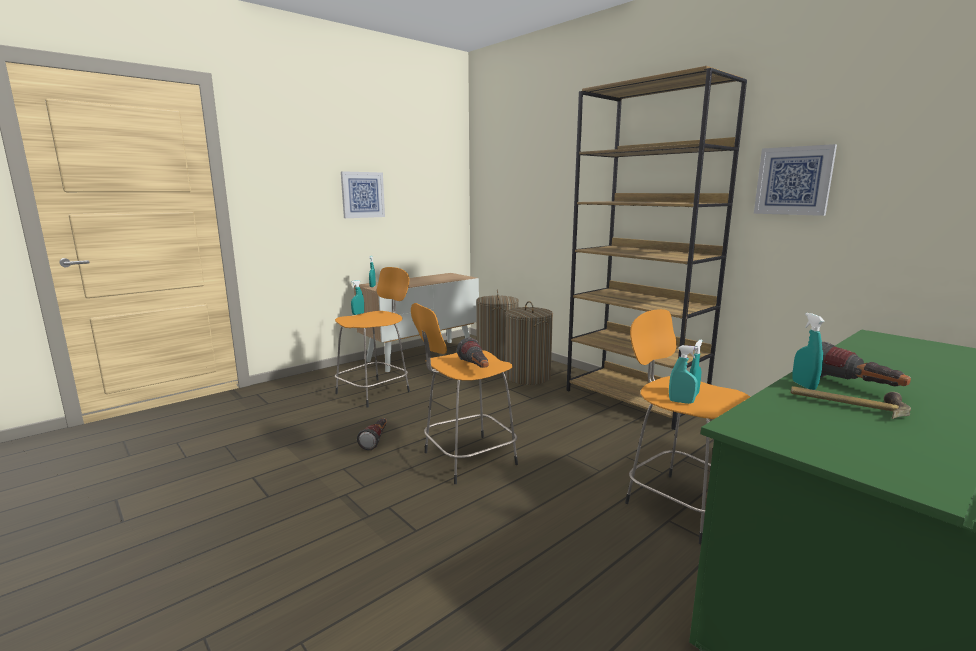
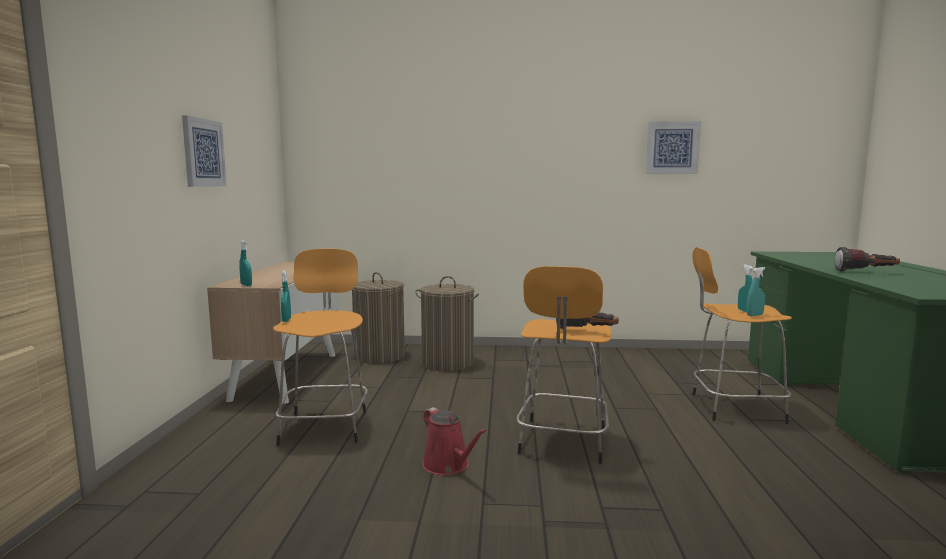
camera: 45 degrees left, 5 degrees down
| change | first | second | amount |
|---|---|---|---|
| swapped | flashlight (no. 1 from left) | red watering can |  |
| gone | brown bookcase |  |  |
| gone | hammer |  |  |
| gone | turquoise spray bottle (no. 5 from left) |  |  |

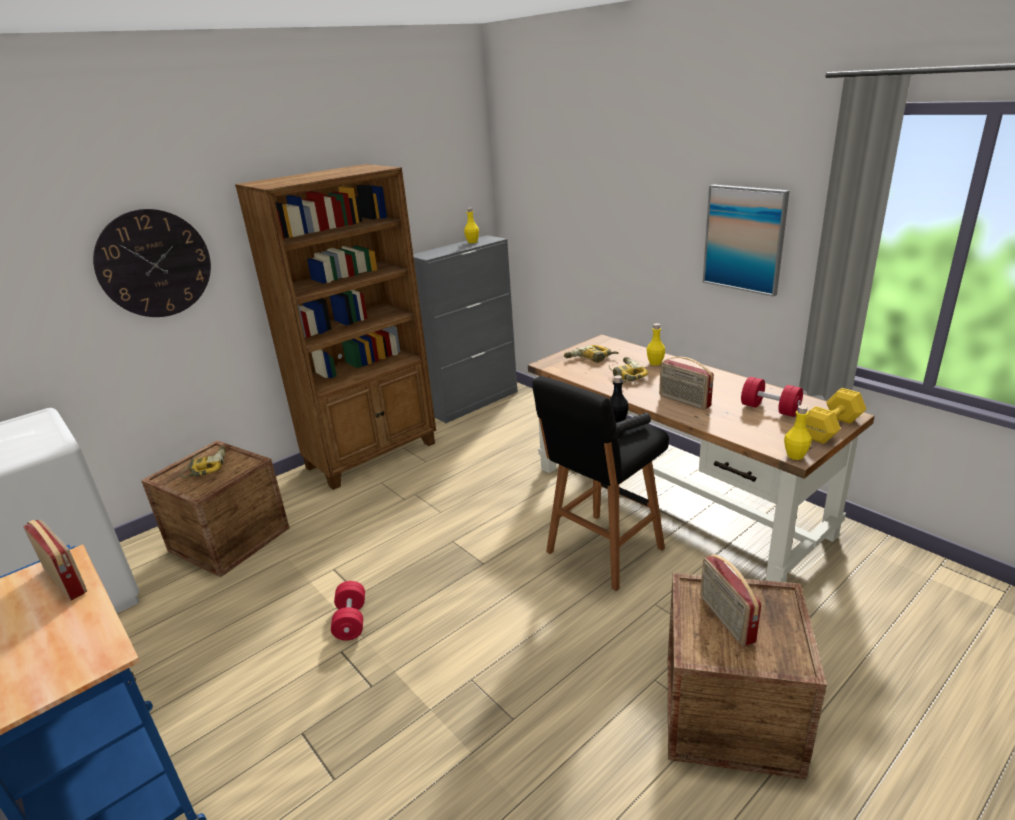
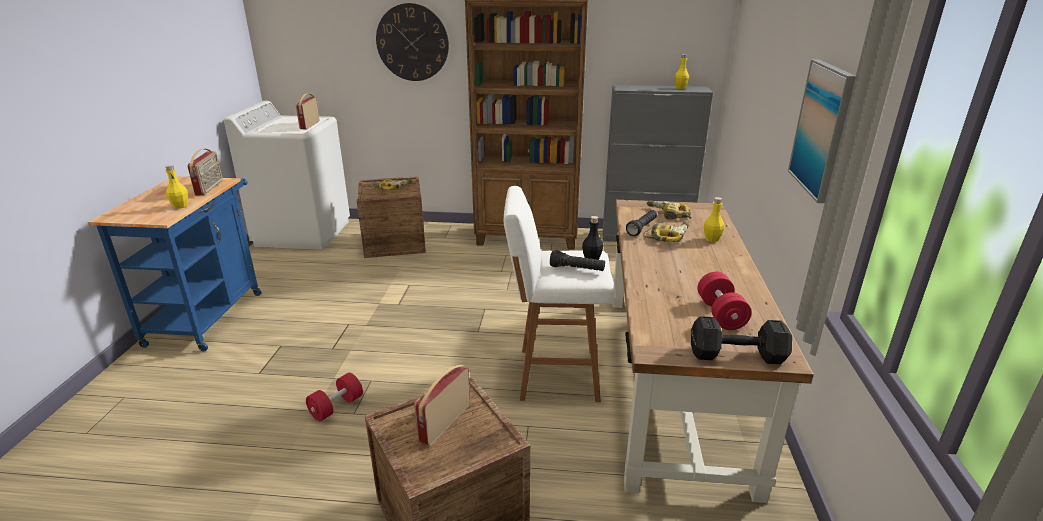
camera: 45 degrees right, 0 degrees up
| change | first | second | amount |
|---|---|---|---|
| shifted | red dumbbell (no. 1 from left) |  |  |
| repainted | black stool | white stool |  |
| shifted | radio (no. 2 from left) |  |  |
| shifted | yellow bottle (no. 3 from left in the first image) | yellow bottle (no. 1 from left) |  |
| repainted | yellow dumbbell | black dumbbell |  |
| new |  | black flashlight (no. 2 from left) |  |

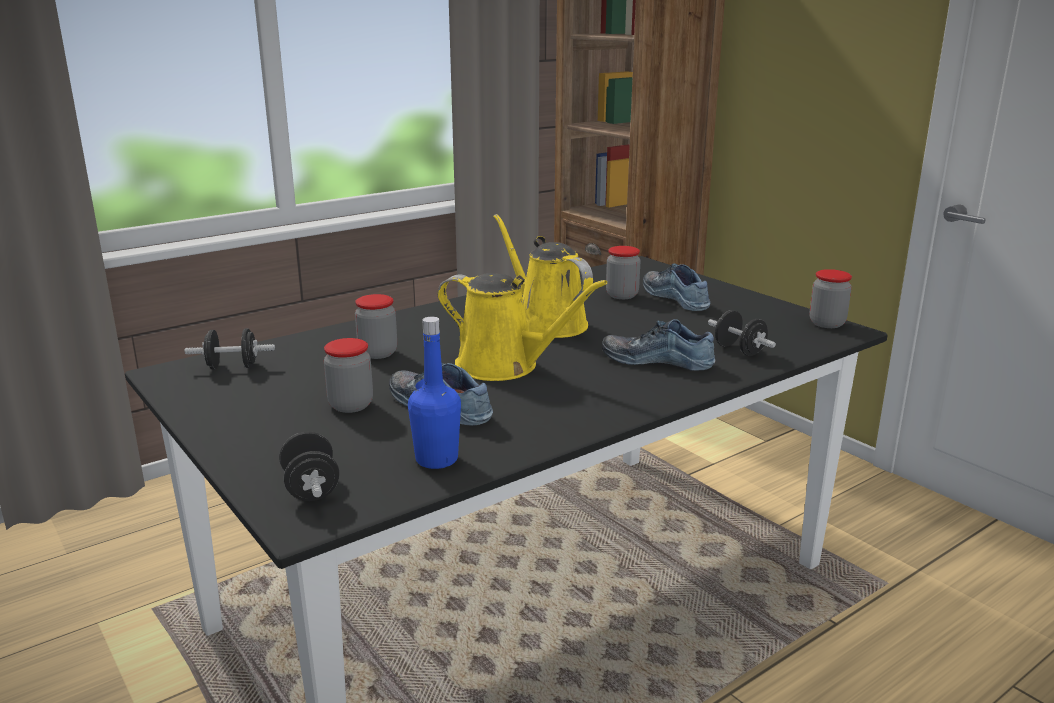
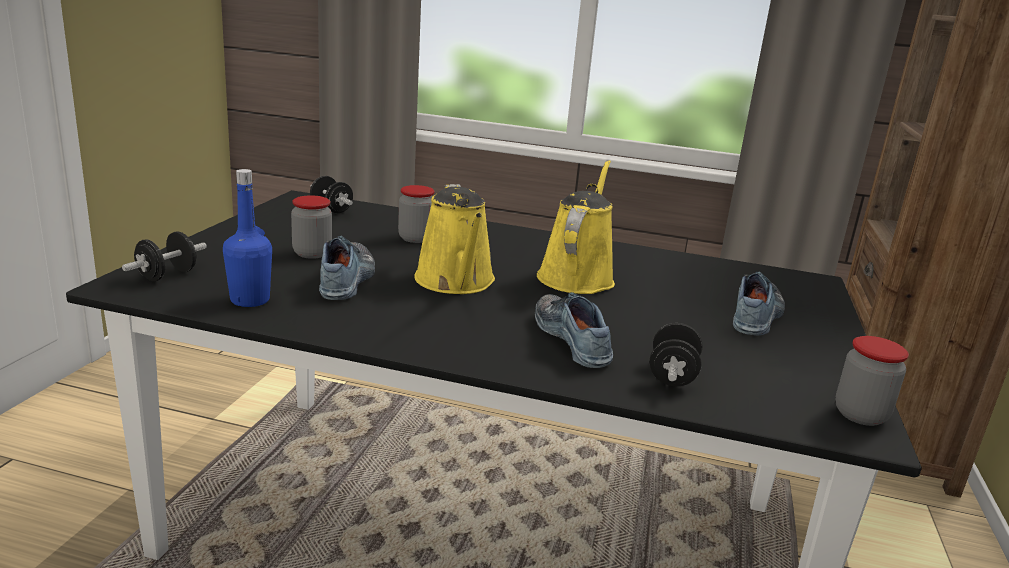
camera: 50 degrees right, 0 degrees up
| change | first | second | amount |
|---|---|---|---|
| gone | jar (no. 3 from left) |  |  |

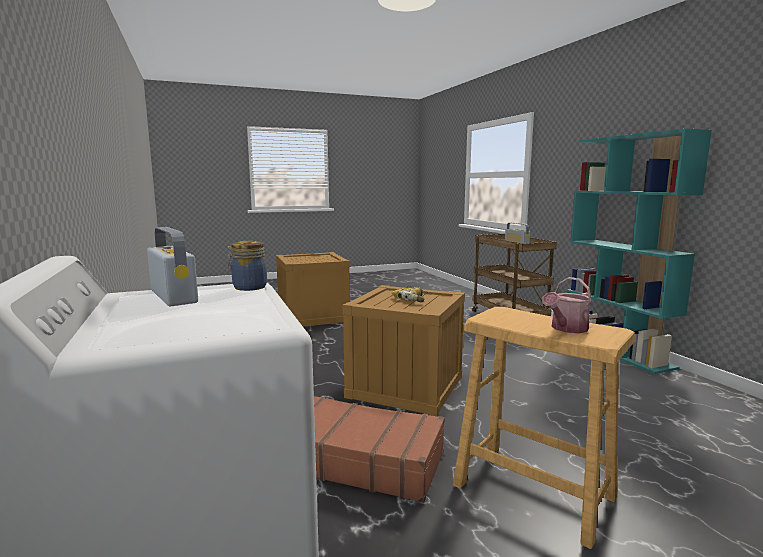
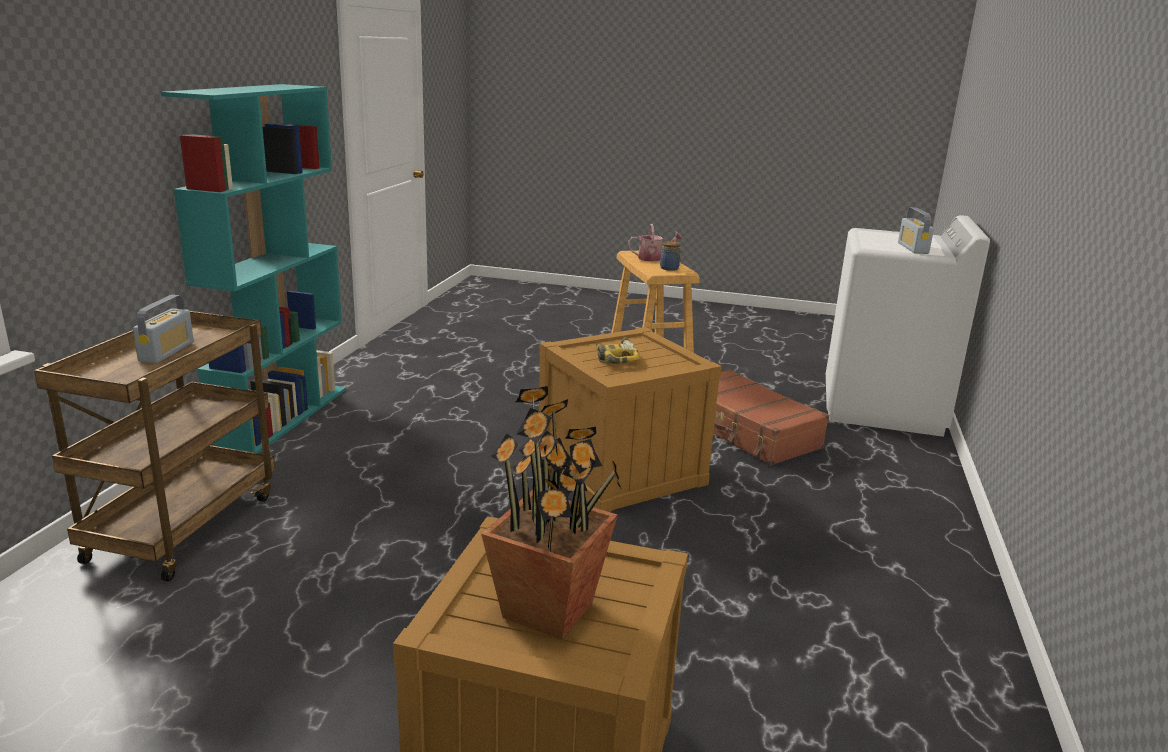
camera: 145 degrees left, 10 degrees up
| change | first | second | amount |
|---|---|---|---|
| shifted | jar |  |  |
| new |  | potted plant |  |

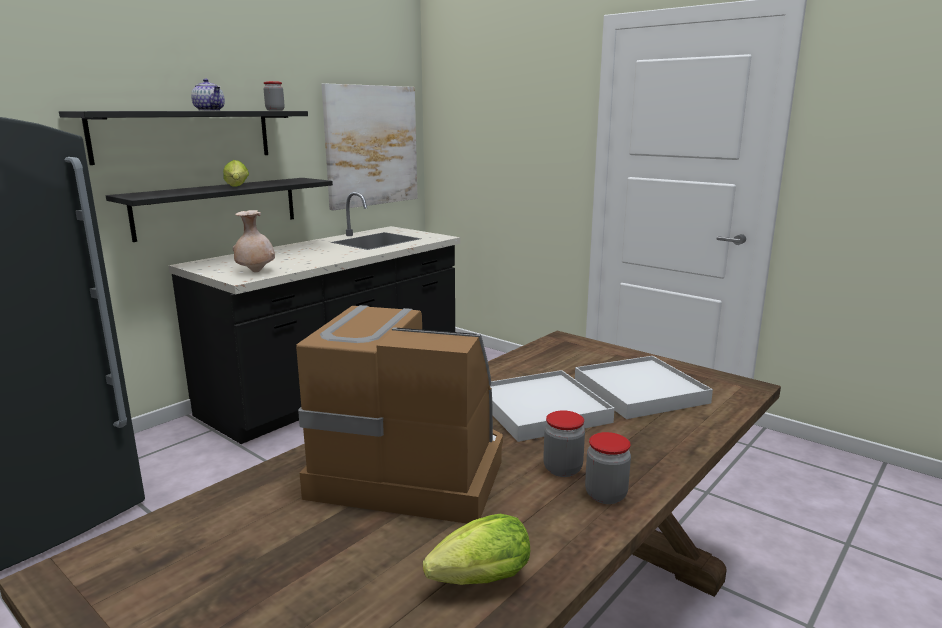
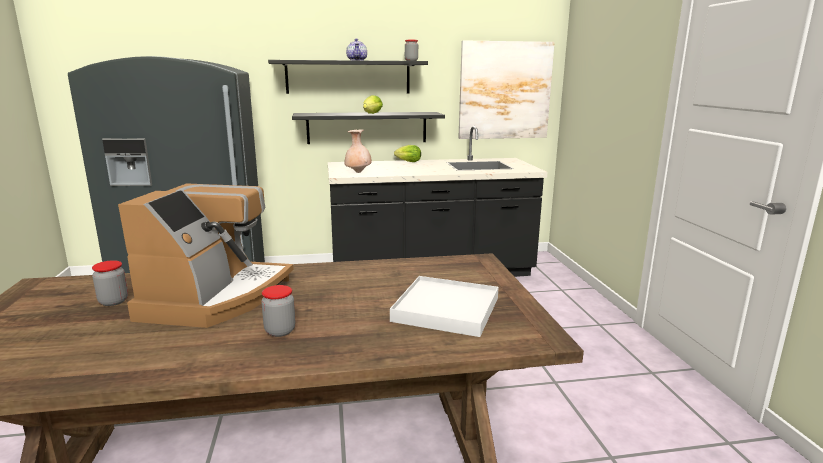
camera: 40 degrees right, 0 degrees up
| change | first | second | amount |
|---|---|---|---|
| rotated | coffee machine |  | 45 degrees clockwise |
| shifted | lettuce (no. 2 from left) |  |  |
| gone | white tray (no. 1 from left) |  |  |
| shifted | jar (no. 3 from left in the first image) | jar (no. 1 from left) |  |

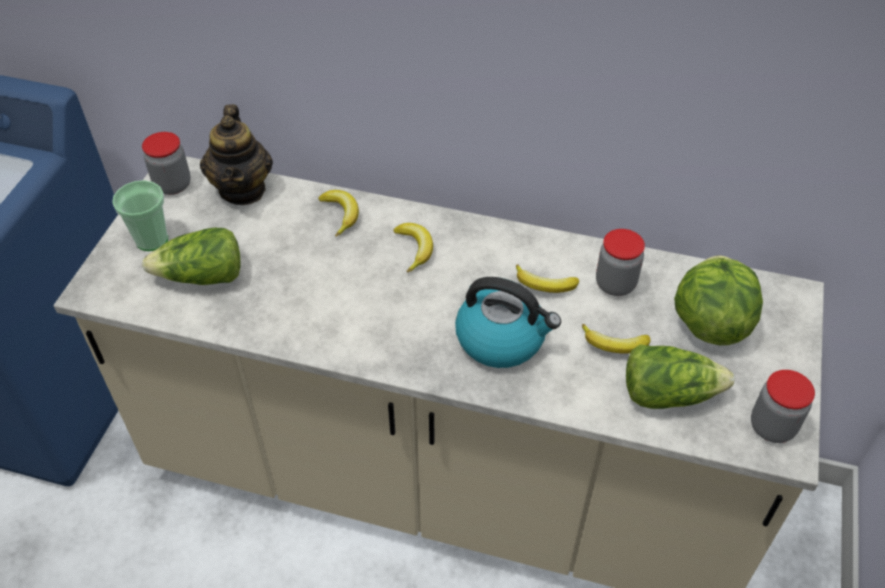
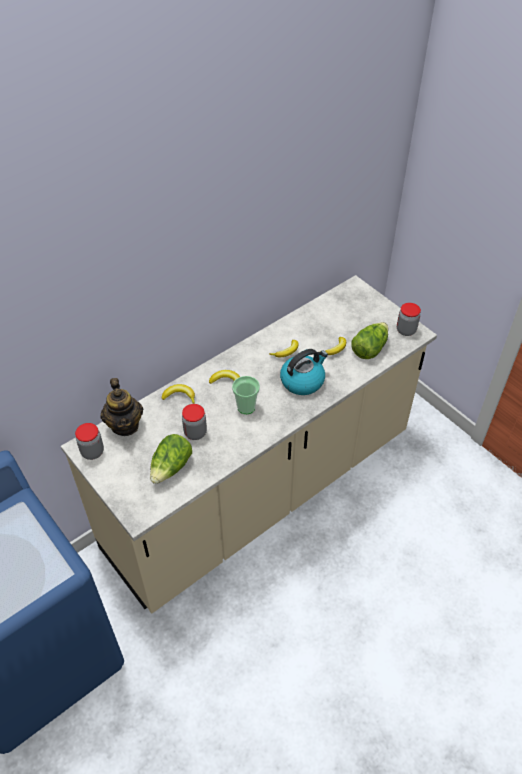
camera: 55 degrees left, 0 degrees up
| change | first | second | amount |
|---|---|---|---|
| shifted | cup |  |  |
| rotated | teapot |  | 45 degrees clockwise |
| shifted | jar (no. 2 from left) |  |  |
| gone | lettuce (no. 3 from left) |  |  |

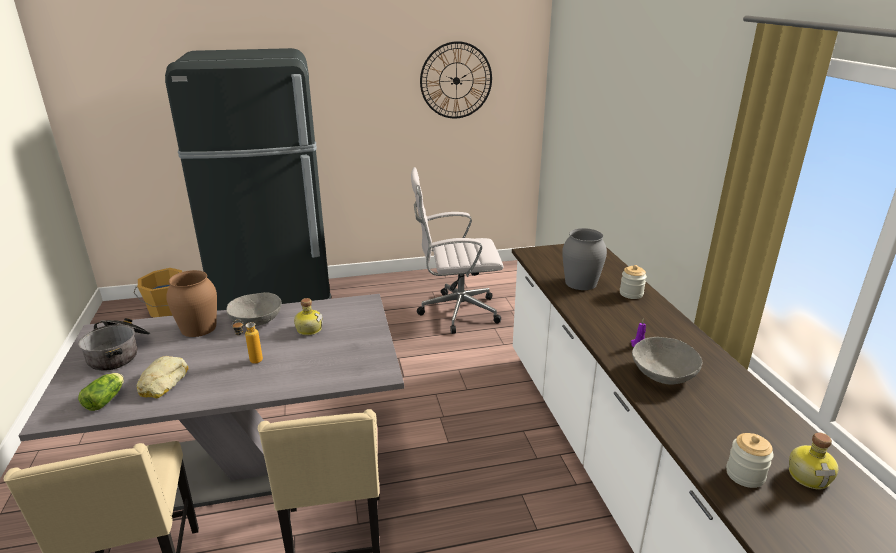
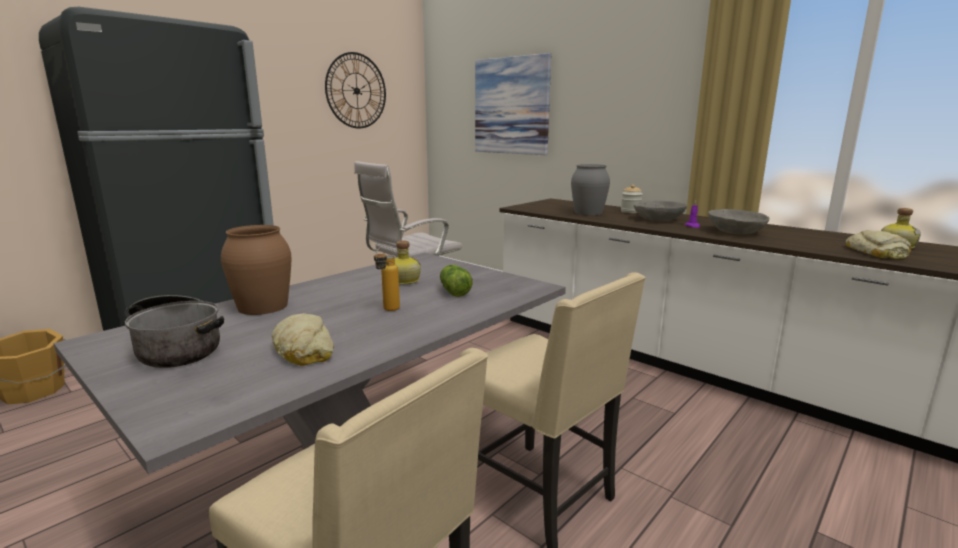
camera: 35 degrees left, 10 degrees down
| change | first | second | amount |
|---|---|---|---|
| shifted | lettuce |  |  |
| shifted | grey bowl (no. 1 from left) |  |  |
| swapped | jar (no. 2 from left) | bread (no. 2 from left) |  |
| new |  | picture |  |

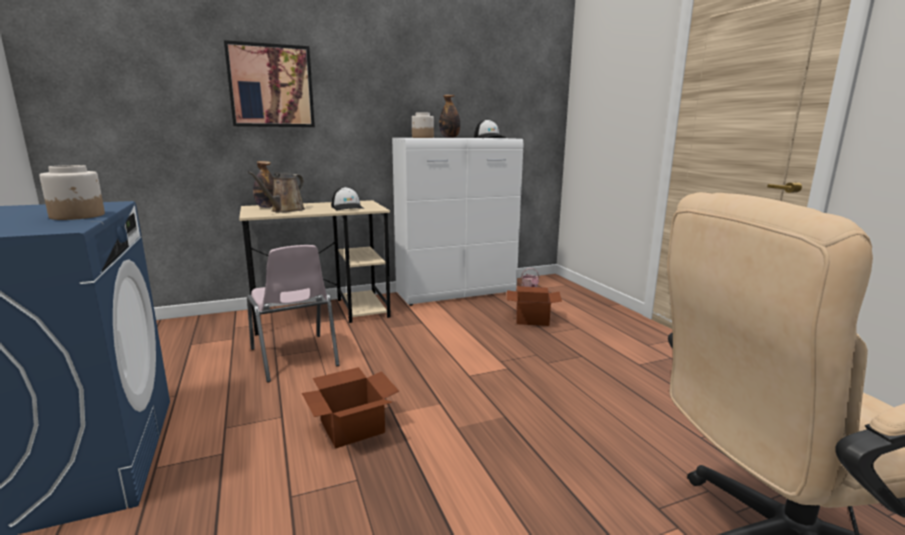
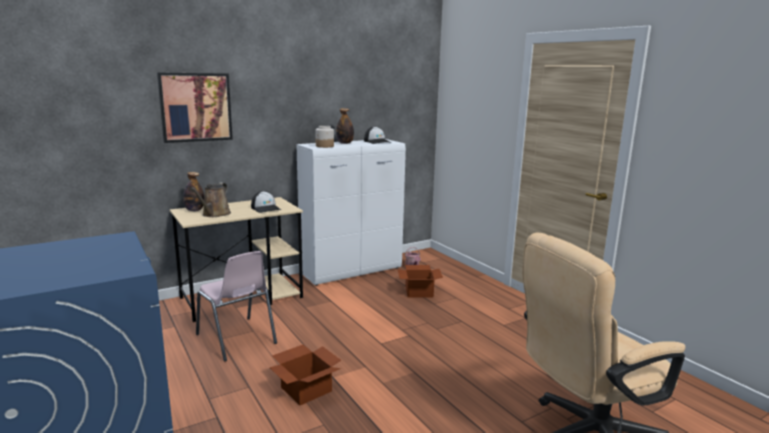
camera: 10 degrees left, 0 degrees up
| change | first | second | amount |
|---|---|---|---|
| gone | jar (no. 1 from left) |  |  |

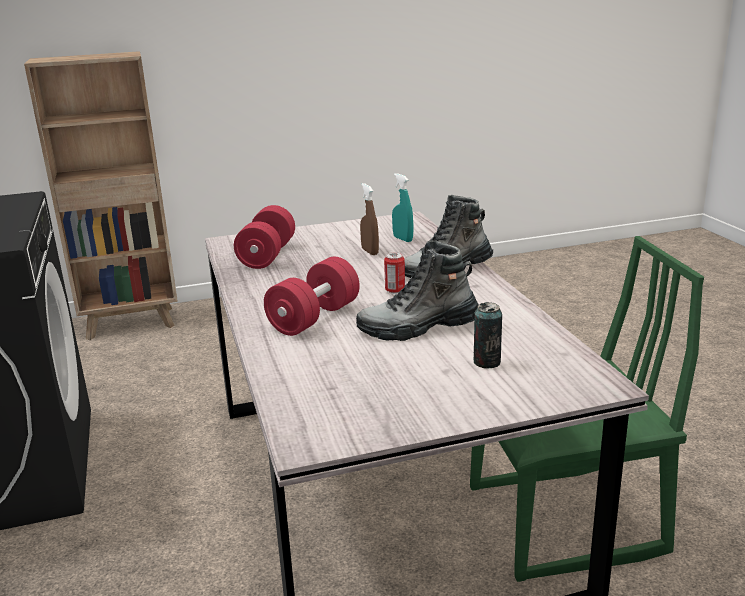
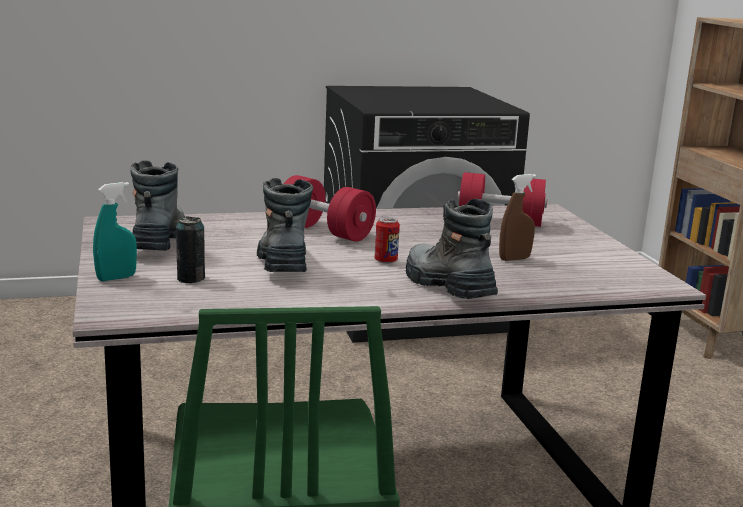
camera: 90 degrees right, 5 degrees down
| change | first | second | amount |
|---|---|---|---|
| shifted | turquoise spray bottle |  |  |
| new |  | boot (no. 1 from left) |  |

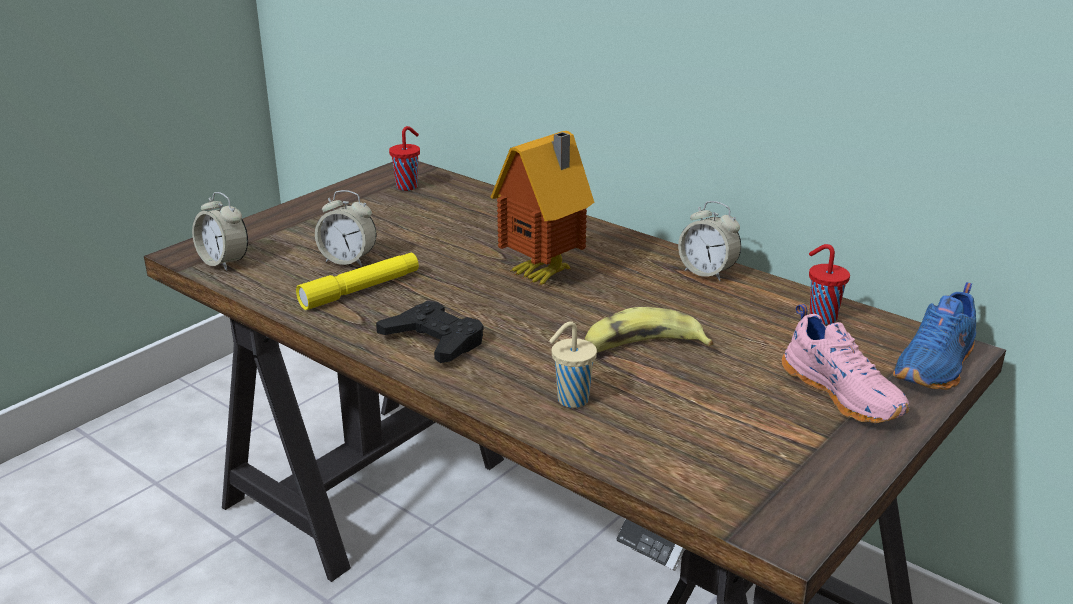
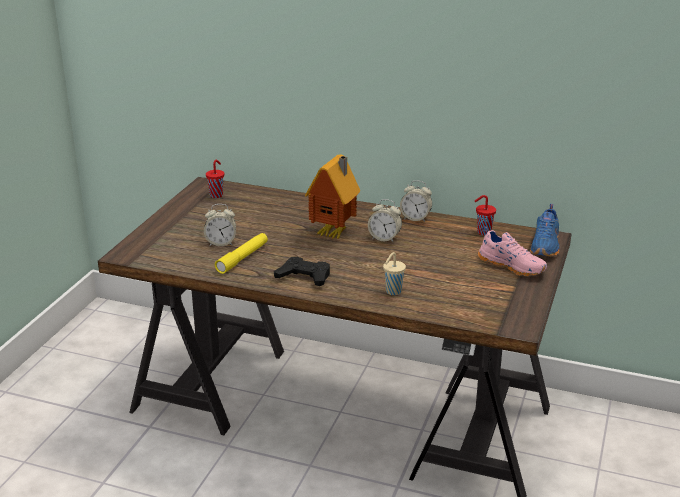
camera: 20 degrees left, 0 degrees up
| change | first | second | amount |
|---|---|---|---|
| shifted | alarm clock (no. 1 from left in the first image) | alarm clock (no. 2 from left) |  |
| gone | banana |  |  |

